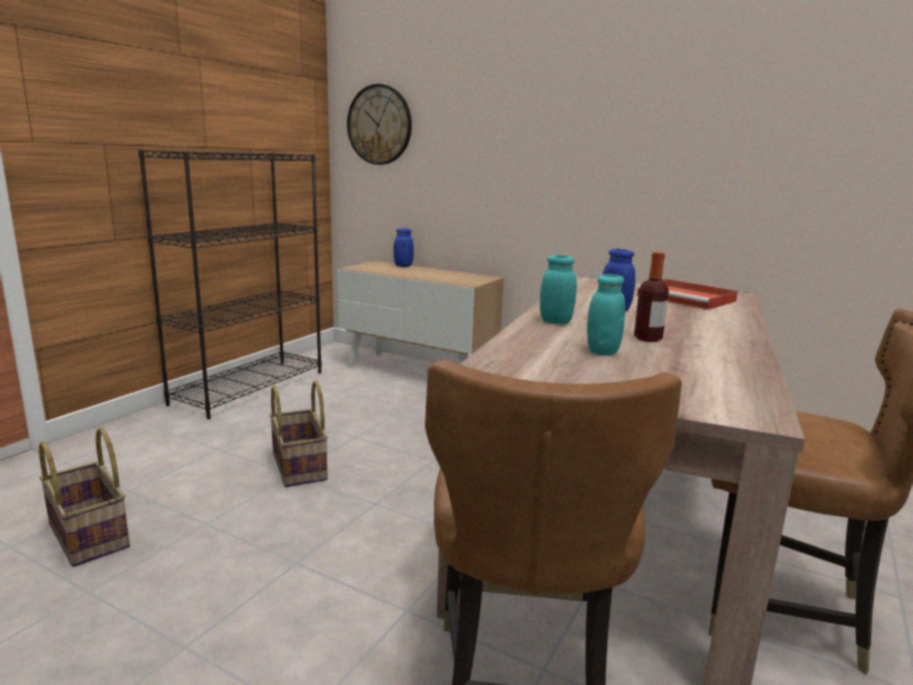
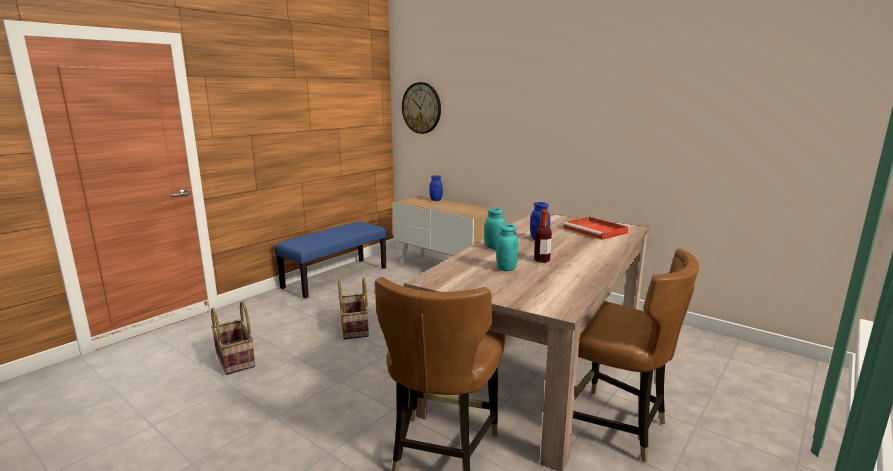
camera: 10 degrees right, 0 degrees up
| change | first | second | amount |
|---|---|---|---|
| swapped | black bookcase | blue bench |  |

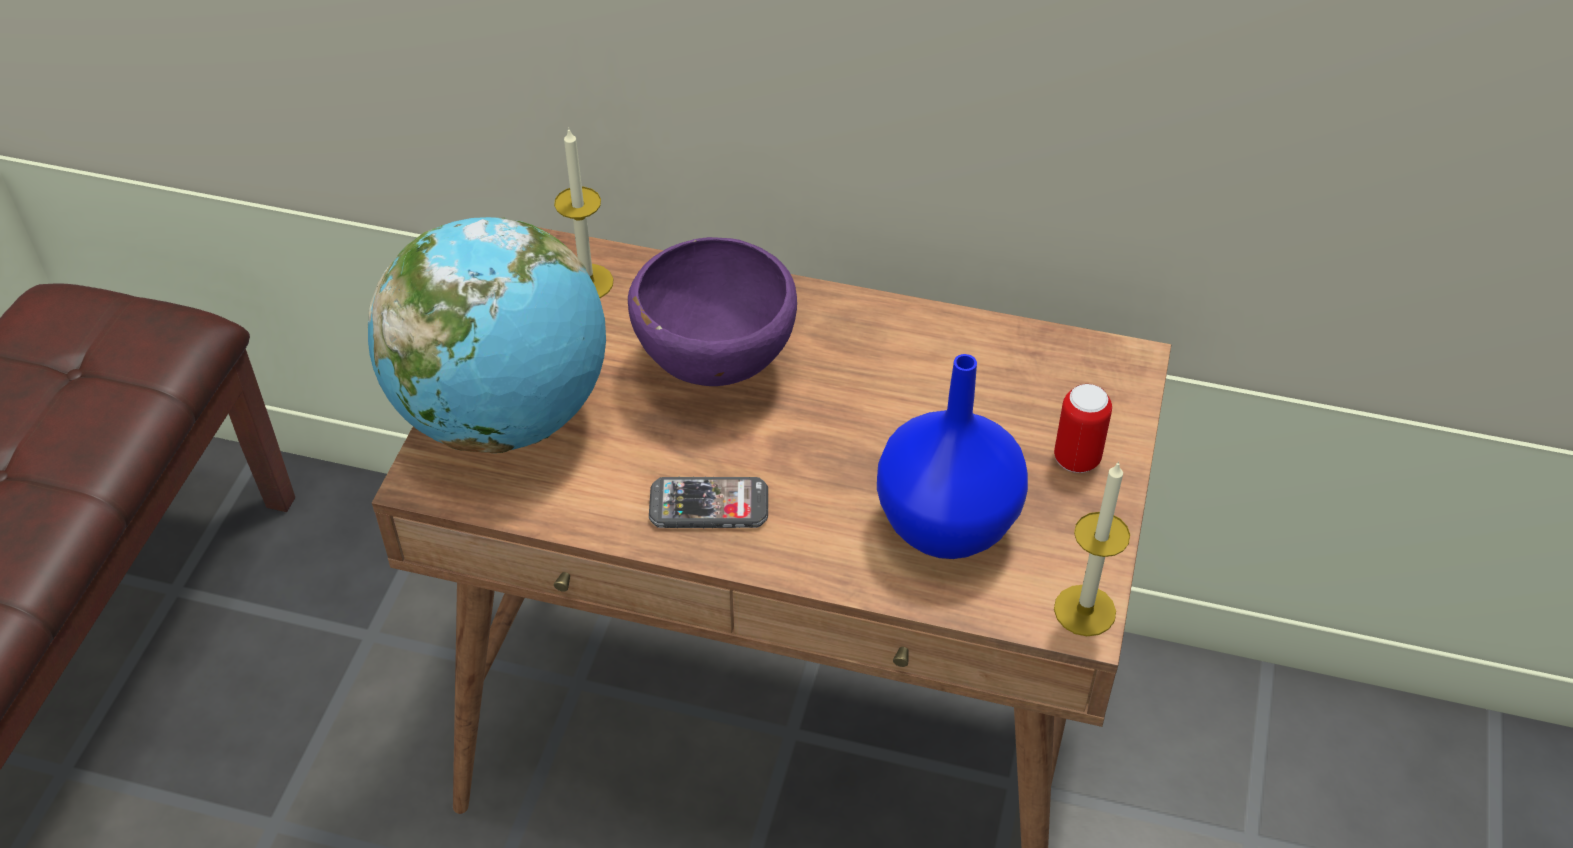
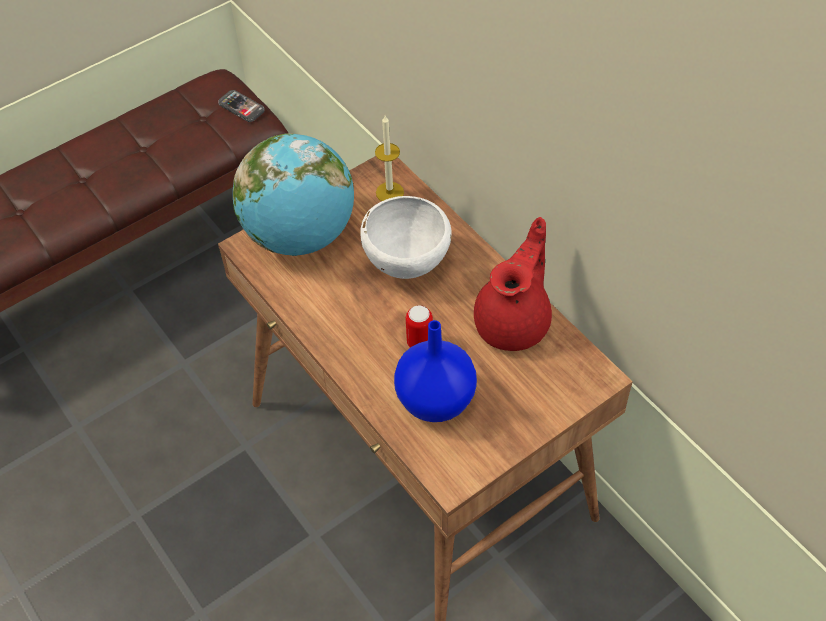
camera: 40 degrees right, 5 degrees up
| change | first | second | amount |
|---|---|---|---|
| repainted | purple bowl | white bowl |  |
| shifted | phone |  |  |
| shifted | can |  |  |
| gone | candle (no. 2 from left) |  |  |
| new |  | red teapot |  |

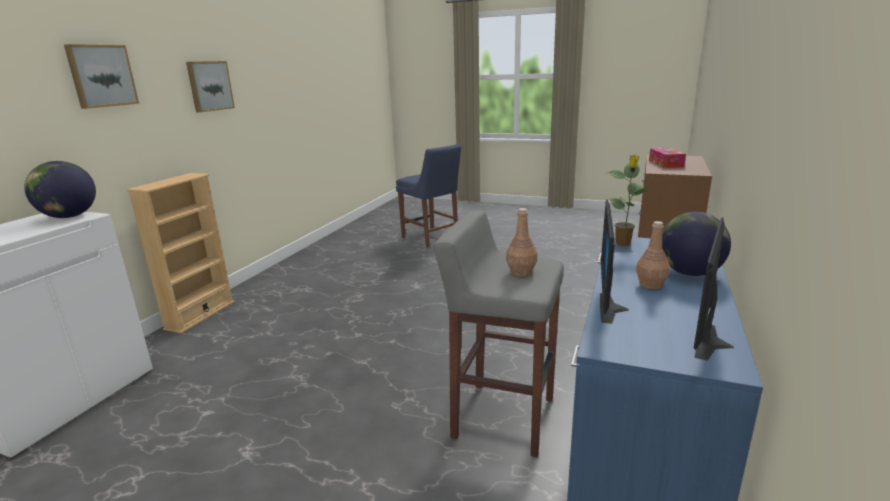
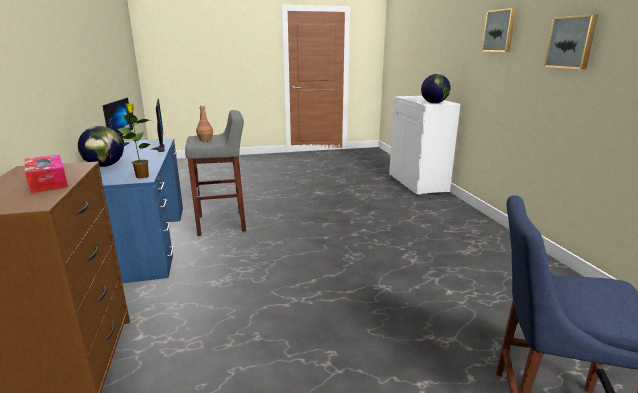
camera: 145 degrees right, 0 degrees up
| change | first | second | amount |
|---|---|---|---|
| gone | beige bookcase |  |  |
| gone | brown bottle (no. 2 from left) |  |  |

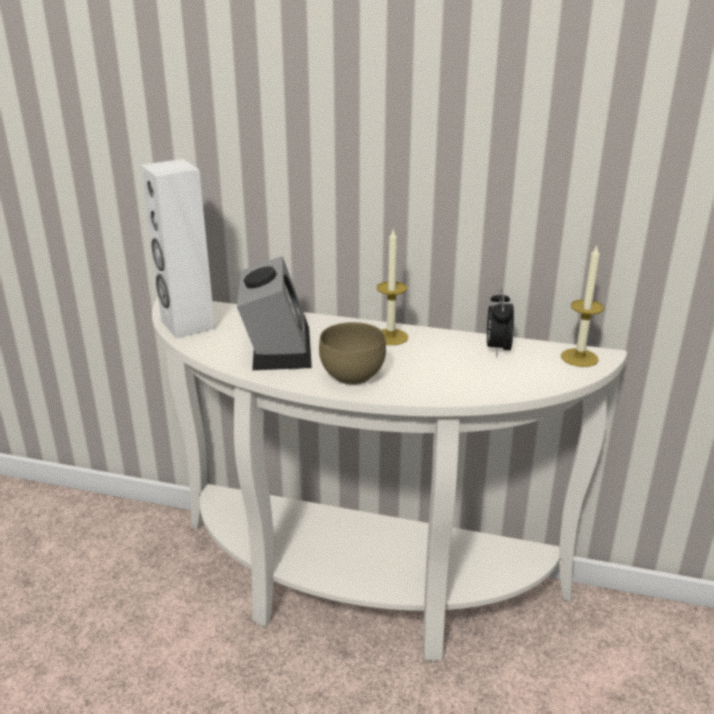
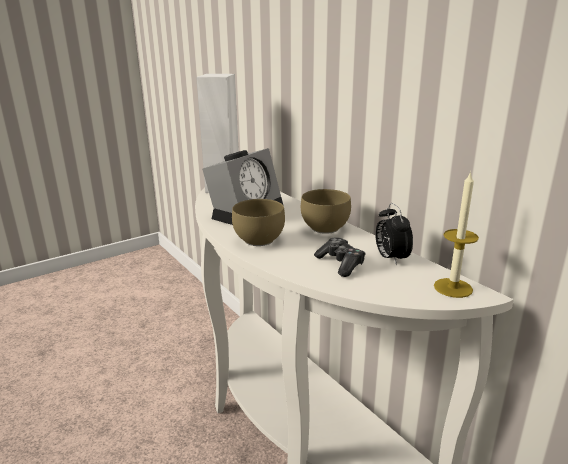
camera: 40 degrees right, 5 degrees down
| change | first | second | amount |
|---|---|---|---|
| swapped | candle (no. 1 from left) | brown bowl (no. 2 from left) |  |
| rotated | alarm clock (no. 2 from left) |  | 60 degrees counterclockwise |
| new |  | game controller |  |

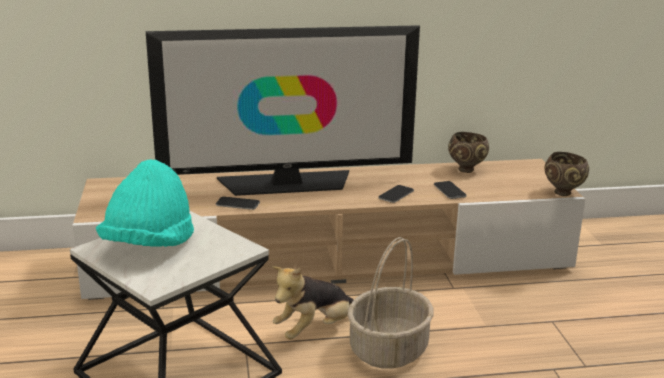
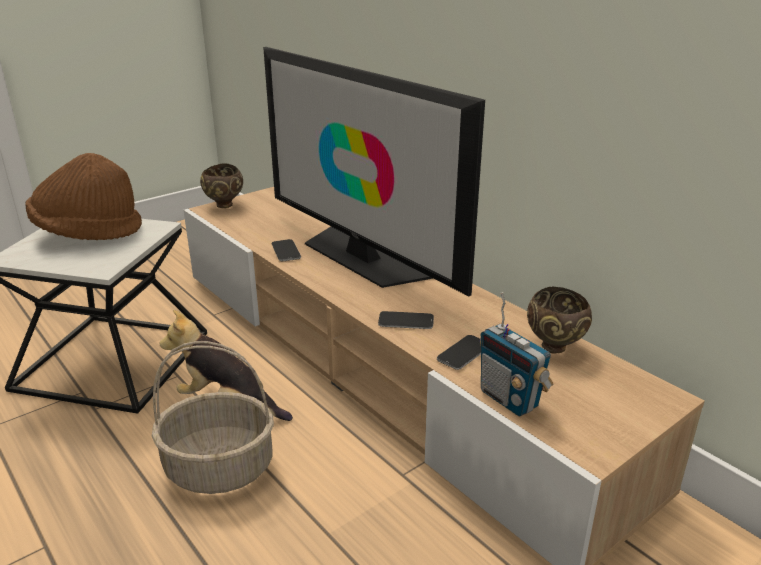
camera: 60 degrees right, 5 degrees up
| change | first | second | amount |
|---|---|---|---|
| repainted | turquoise hat | brown hat |  |
| shifted | brown bowl (no. 2 from left in the first image) | brown bowl (no. 1 from left) |  |
| new |  | radio |  |

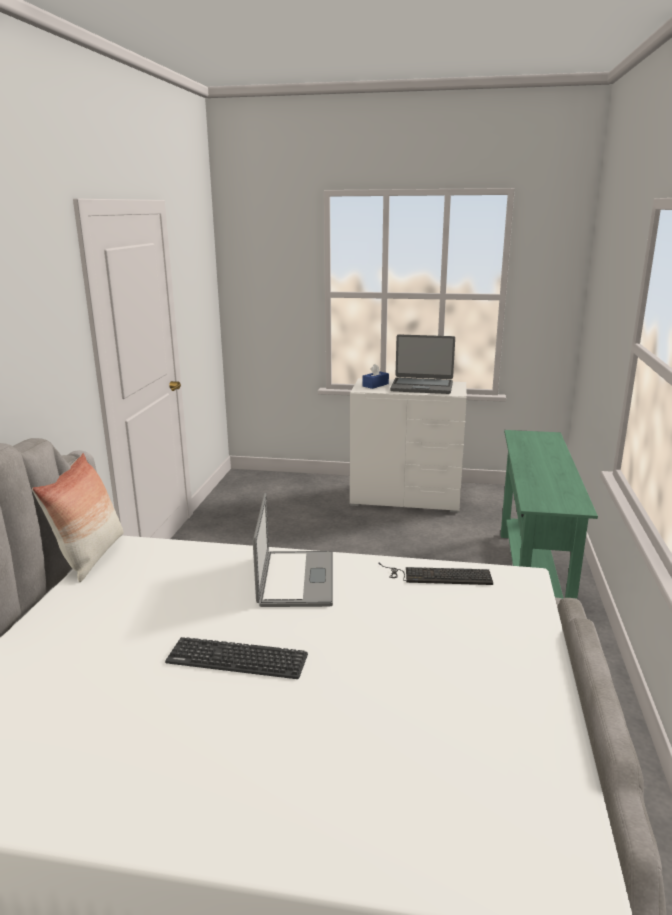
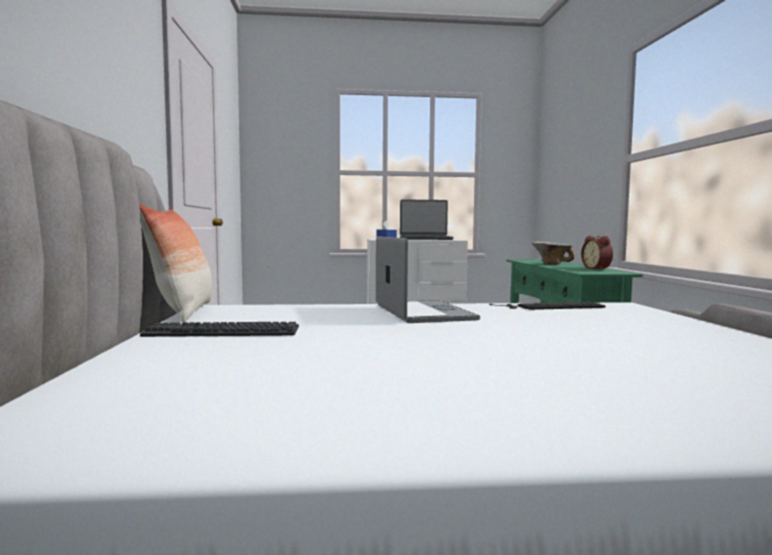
camera: 15 degrees left, 15 degrees down
| change | first | second | amount |
|---|---|---|---|
| shifted | keyboard (no. 1 from left) |  |  |
| new |  | bowl |  |
| new |  | alarm clock |  |

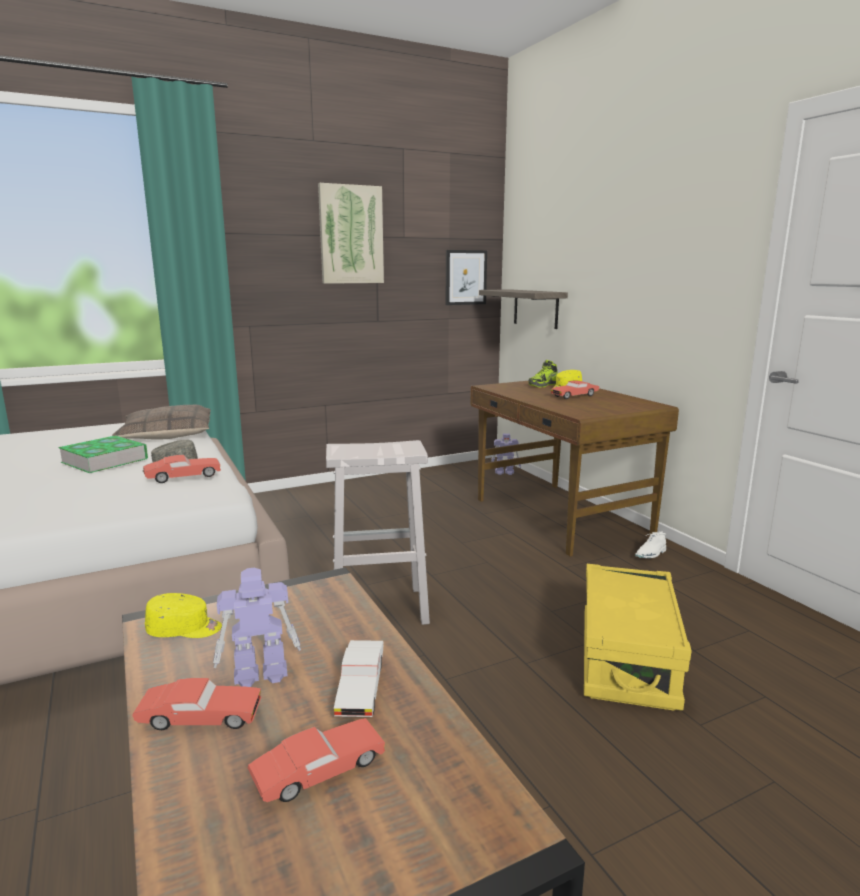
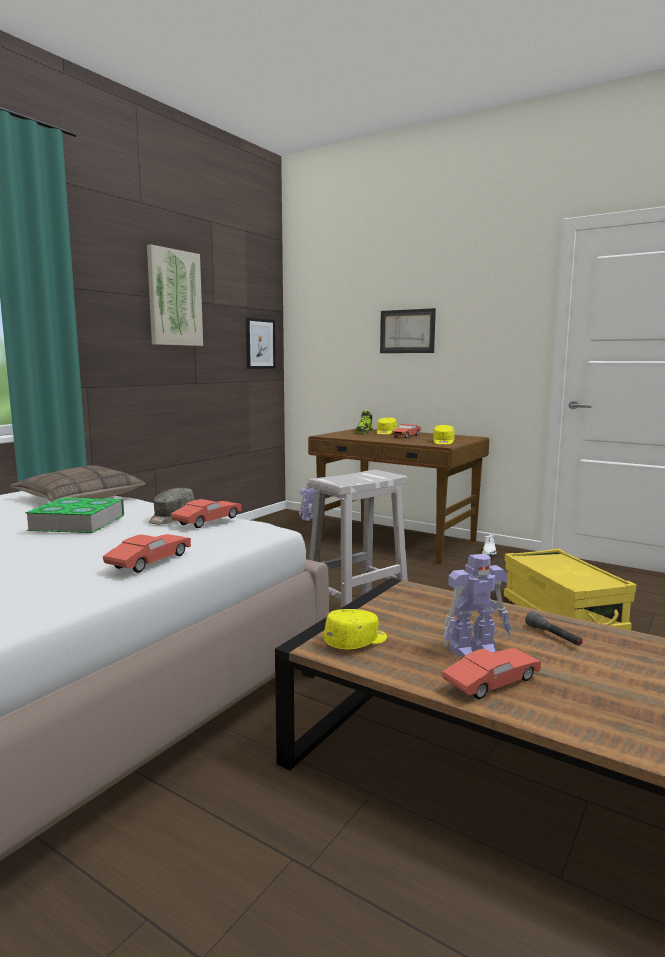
camera: 30 degrees left, 5 degrees down
| change | first | second | amount |
|---|---|---|---|
| rotated | toy robot (no. 1 from left in the first image) | toy robot (no. 2 from left) | 150 degrees counterclockwise |
| shifted | red toy car (no. 3 from left in the first image) | red toy car (no. 1 from left) |  |
| swapped | white toy car | grey flashlight |  |
| gone | shelf |  |  |
| new |  | picture (no. 3 from left) |  |
| new |  | yellow cap (no. 3 from left) |  |

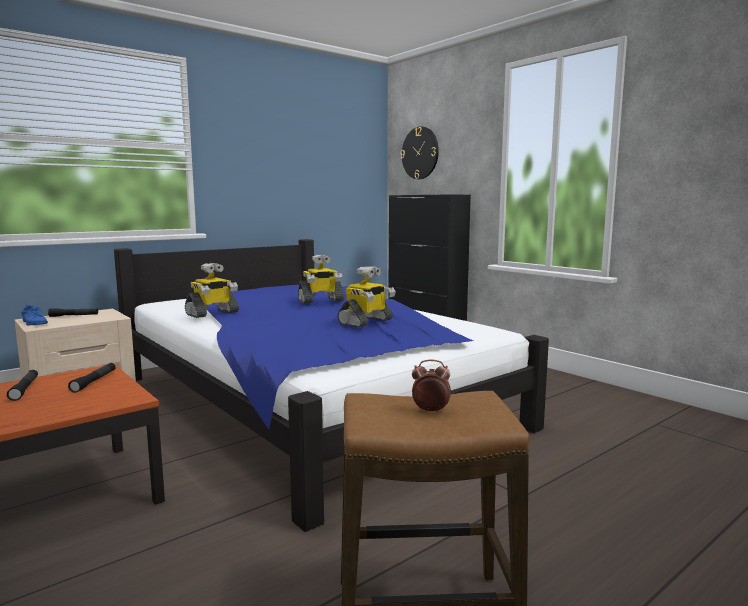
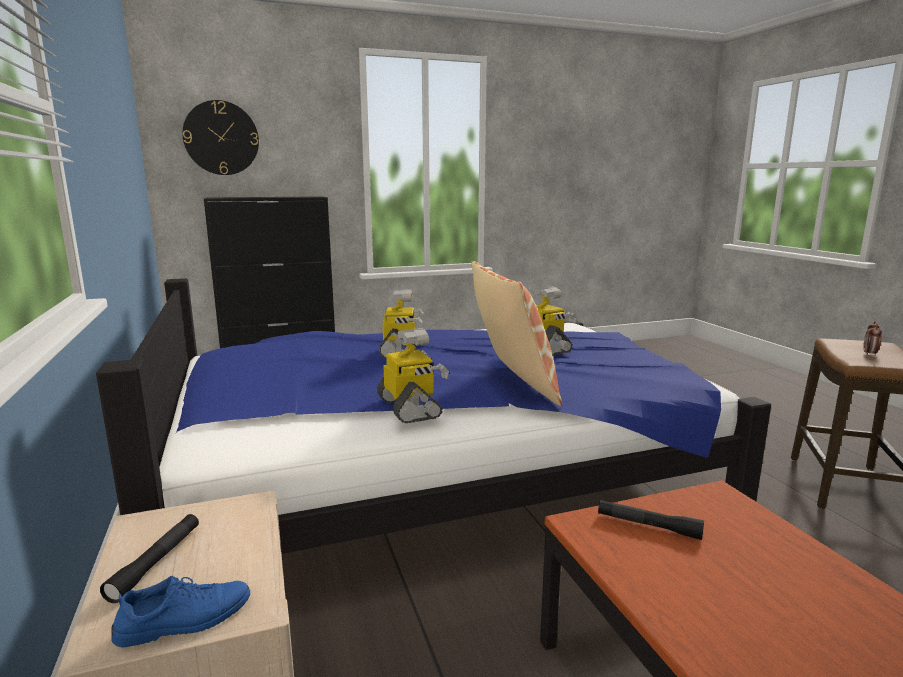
camera: 70 degrees left, 5 degrees up
| change | first | second | amount |
|---|---|---|---|
| gone | black flashlight (no. 1 from left) |  |  |
| new |  | pillow |  |

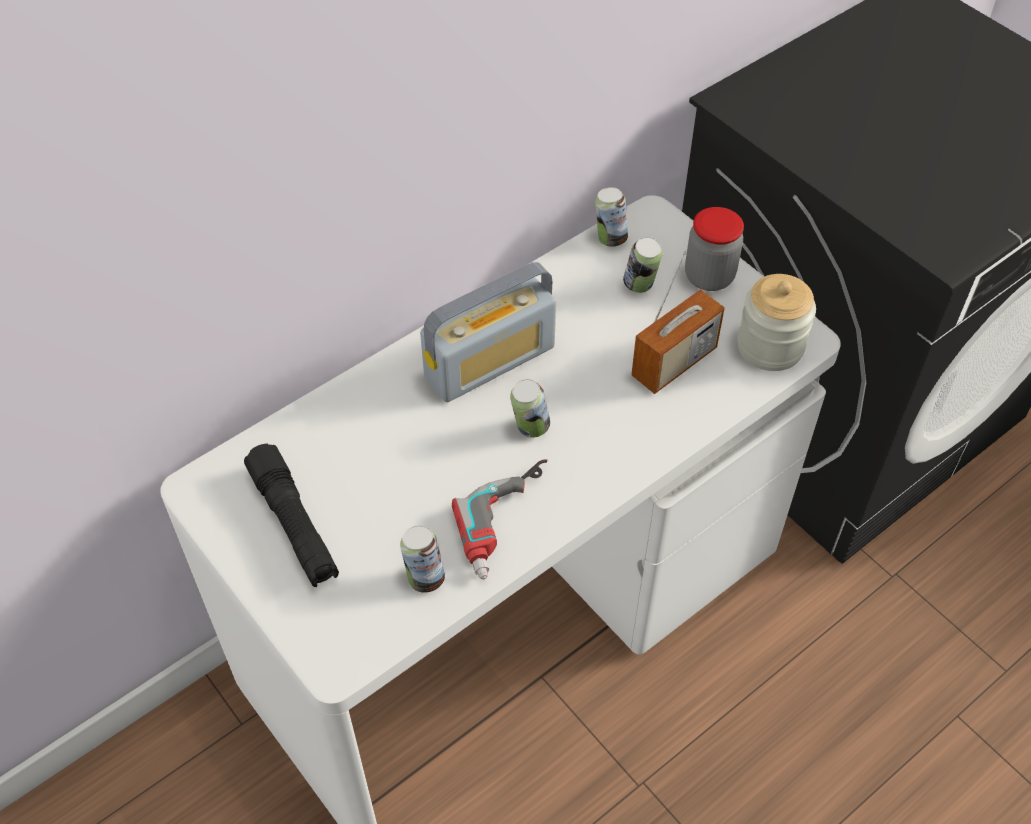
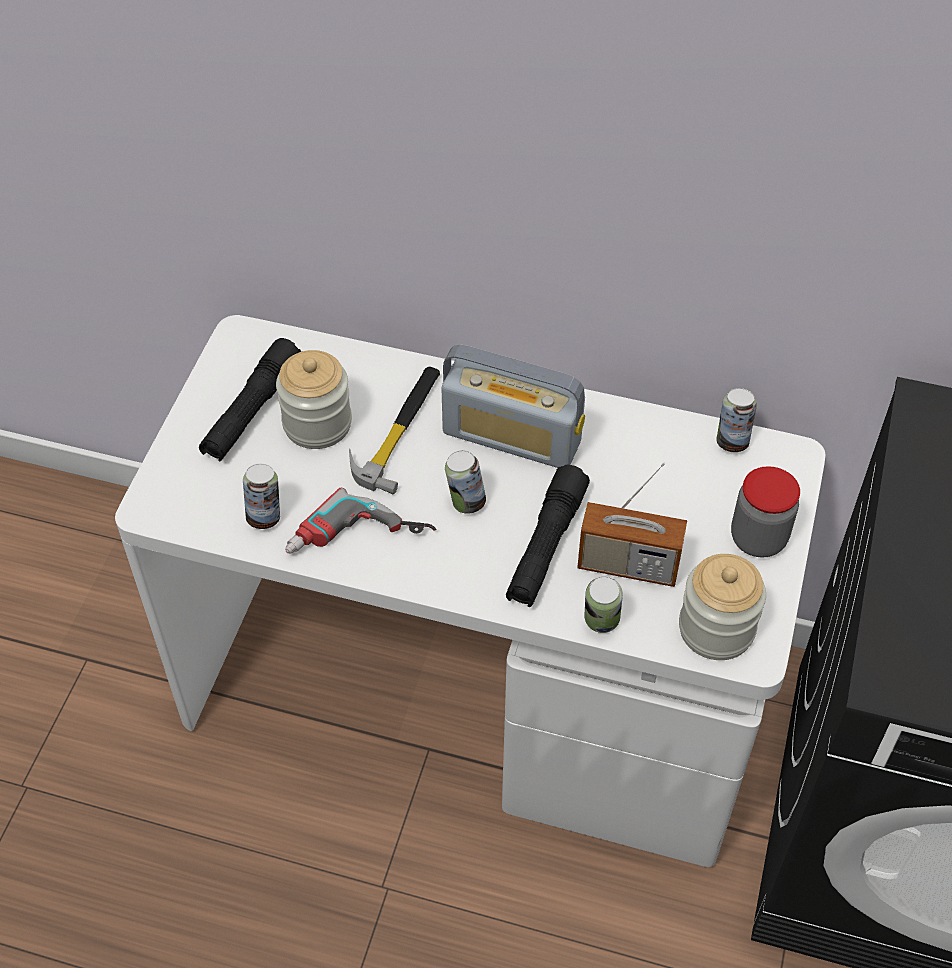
camera: 55 degrees right, 0 degrees up
| change | first | second | amount |
|---|---|---|---|
| shifted | can (no. 4 from left in the first image) | can (no. 3 from left) |  |
| new |  | jar (no. 1 from left) |  |
| new |  | hammer |  |
| new |  | black flashlight (no. 2 from left) |  |

